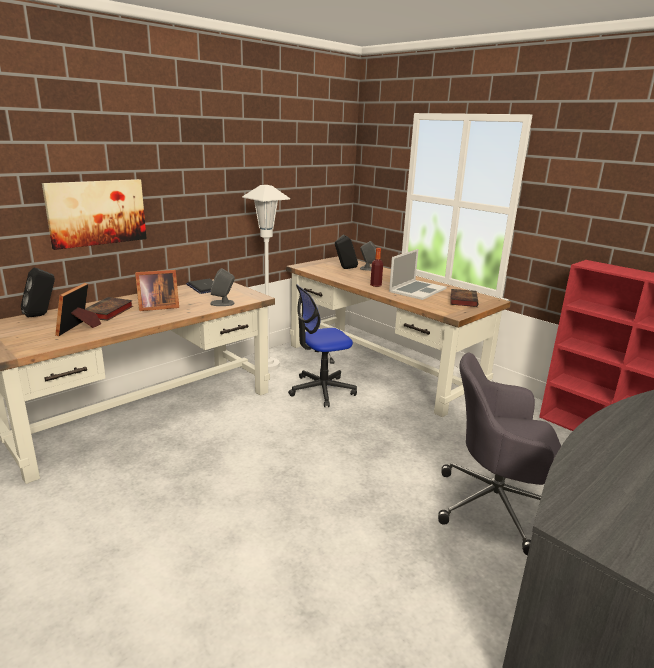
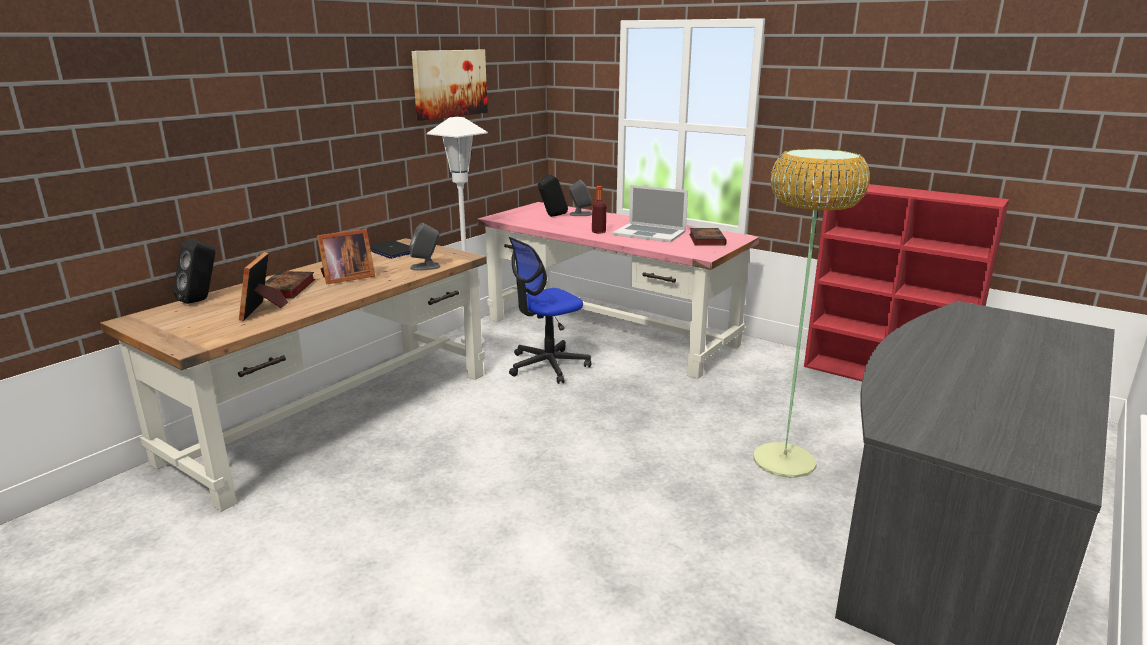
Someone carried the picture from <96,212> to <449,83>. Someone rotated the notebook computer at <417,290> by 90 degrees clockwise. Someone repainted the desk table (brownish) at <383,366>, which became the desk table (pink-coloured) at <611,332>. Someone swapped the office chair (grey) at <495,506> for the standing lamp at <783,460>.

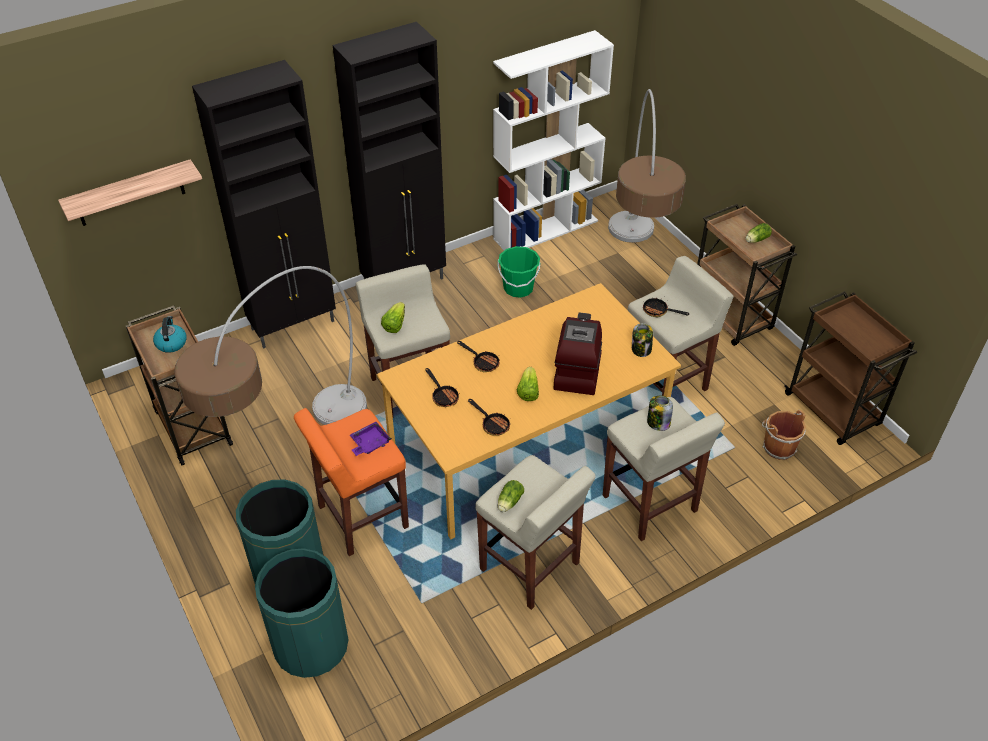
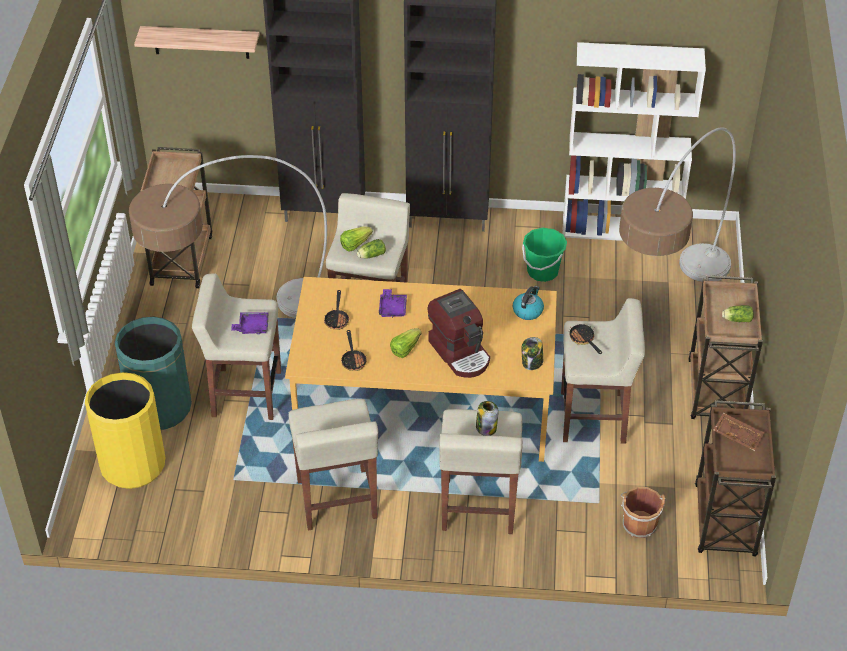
Someone rotated the coffee machine at <577,370> by 105 degrees clockwise. Someone carried the kettle from <171,343> to <528,310>. Someone swapped the frying pan at <482,362> for the tray (purple) at <392,308>. Someone repainted the stool seat (orange) at <361,517>, which became the stool seat (beige-coloured) at <245,393>. Someone carried the lettuce head from <509,502> to <370,255>. Someone repainted the waste bin (green-coloured) at <311,645>, which became the waste bin (yellowish) at <132,464>. Someone put down the tray (brownish) at <738,435>.

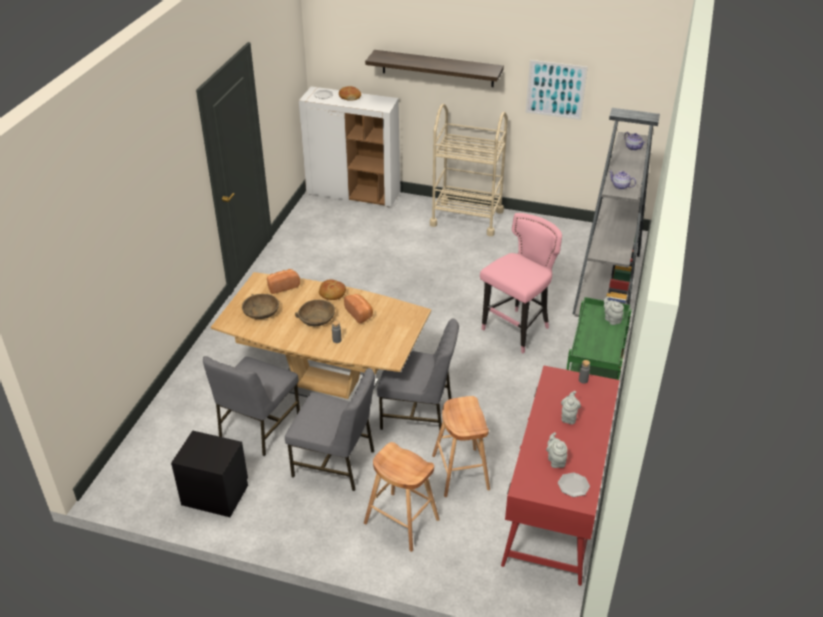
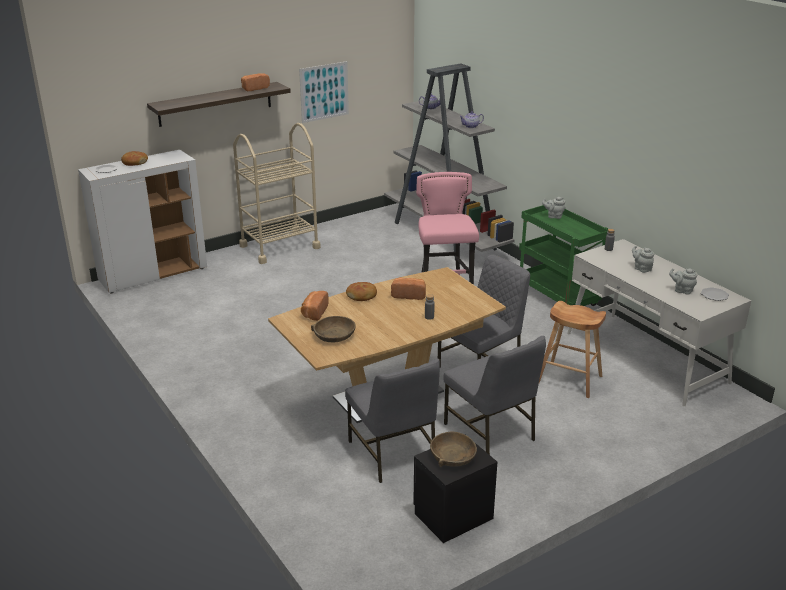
Someone carried the serving bowl (brownish) from <316,318> to <453,456>. Someone repainted the desk table (reddish) at <555,505>, which became the desk table (white-coloured) at <645,357>. Someone rotated the chair (grey) at <335,463> by 90 degrees clockwise. Someone took away the stool seat (brownish) at <402,521>. Someone put down the bread at <254,88>.

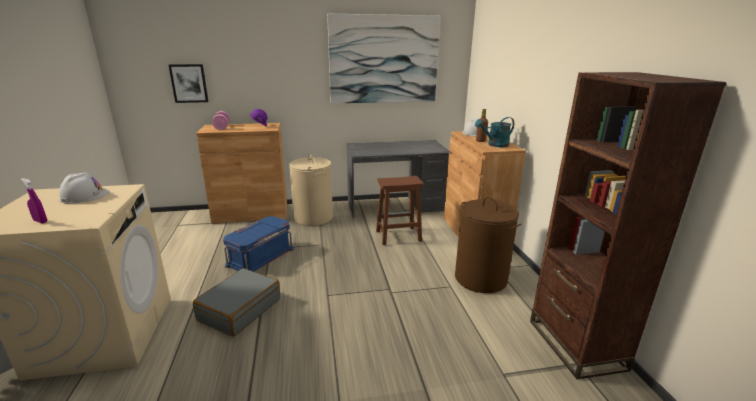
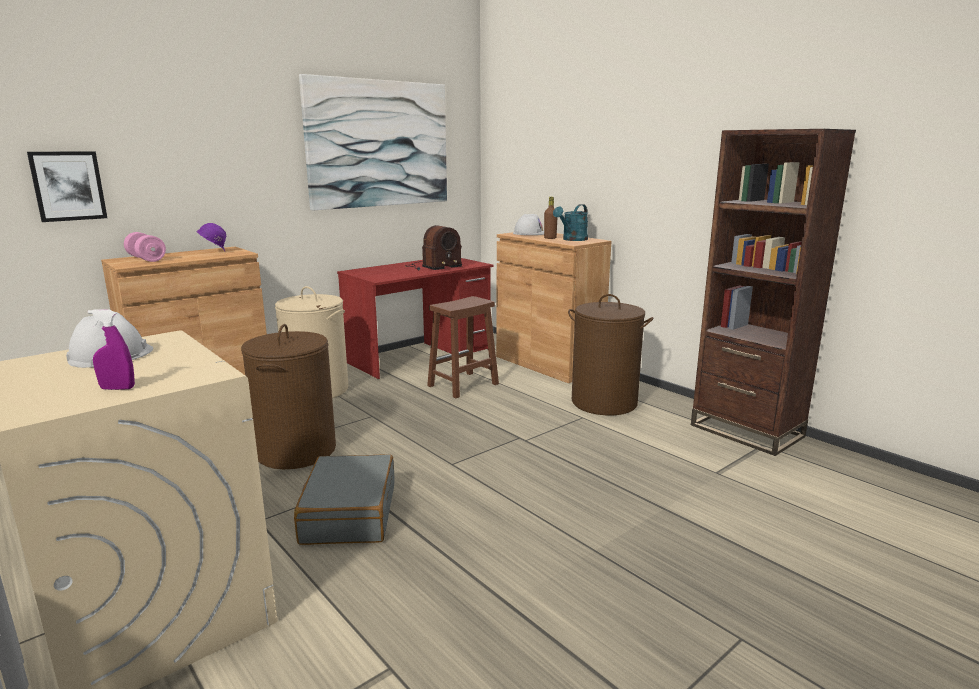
Someone repainted the desk table (grey) at <395,206>, which became the desk table (reddish) at <420,356>. Someone swapped the storage bin (bluish) at <260,257> for the washing basket (brownish) at <296,451>. Someone put down the radio set at <432,267>.

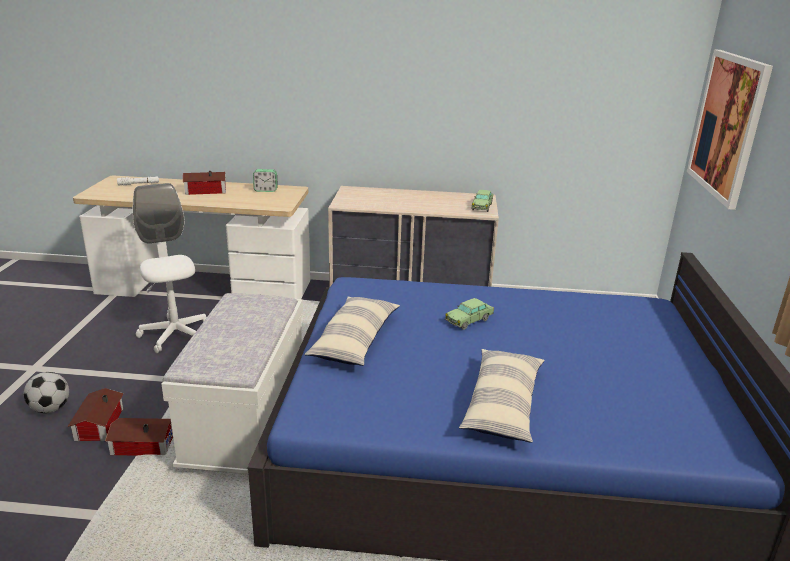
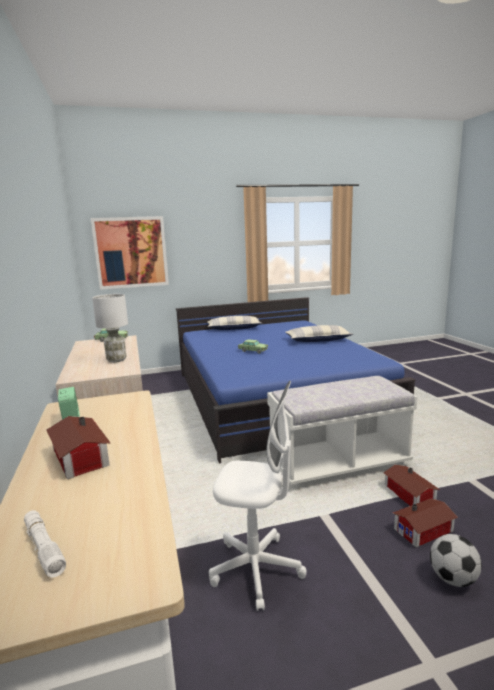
Someone rotated the office chair (white-coloured) at <175,334> by 120 degrees counterclockwise. Someone carried the cushion from <355,341> to <234,328>. Someone put down the table lamp (white-coloured) at <116,360>.

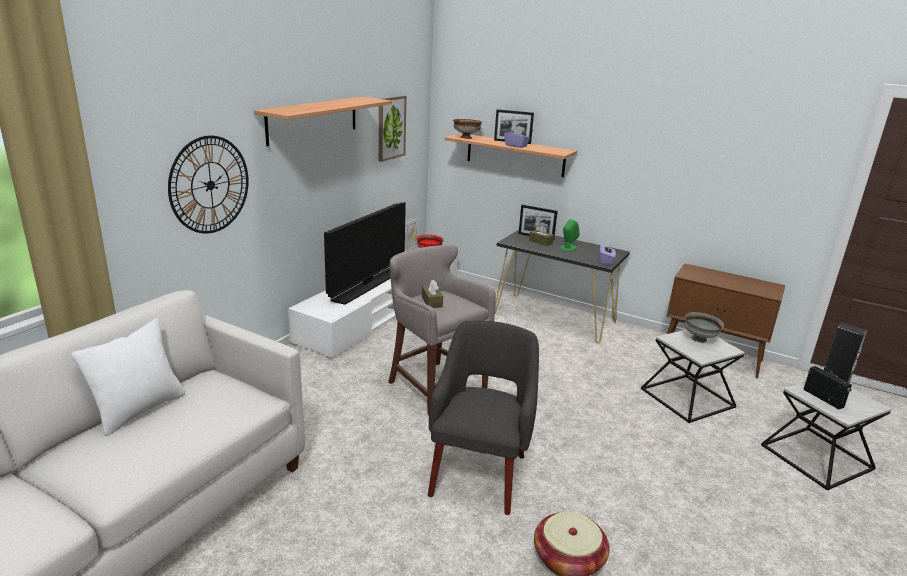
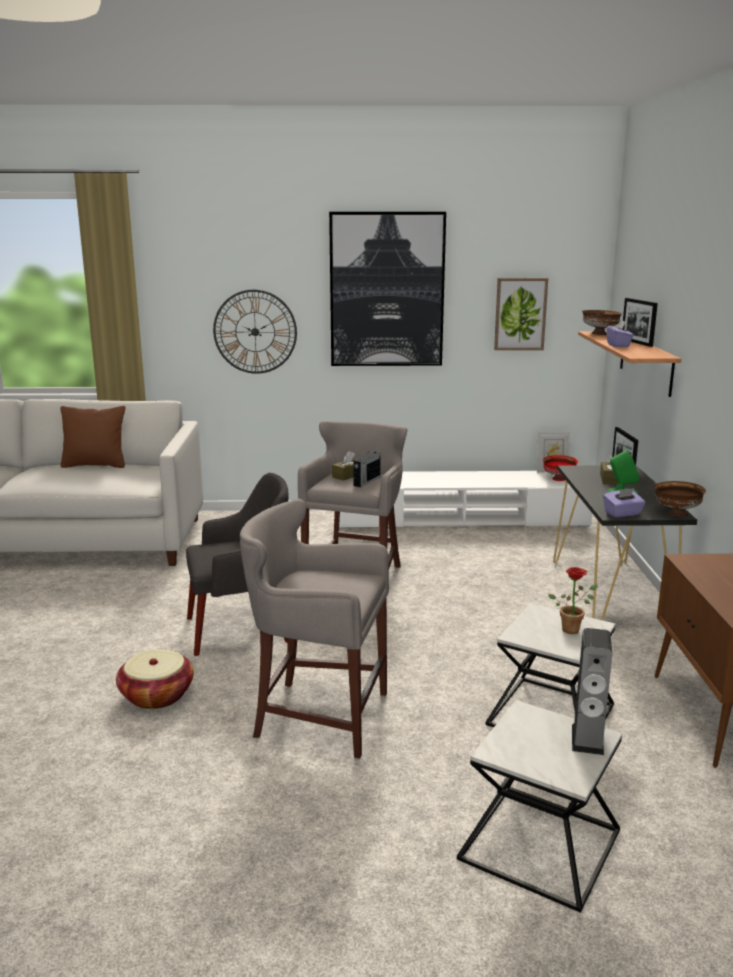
Someone swapped the bracket shelf at <313,120> for the picture at <387,290>. Someone took away the TV set at <368,285>. Someone swapped the serving bowl (grey) at <699,339> for the plant in a pot at <572,629>. Someone repainted the cushion (white-coloured) at <139,410>, which became the cushion (brownish) at <95,465>. Someone carried the radio set from <823,398> to <366,481>. Someone put down the serving bowl (brownish) at <676,514>. Someone put down the stool seat (grey) at <317,715>.

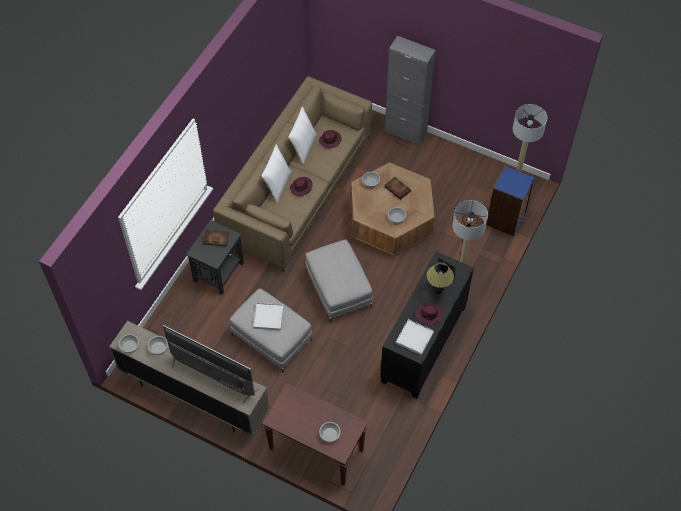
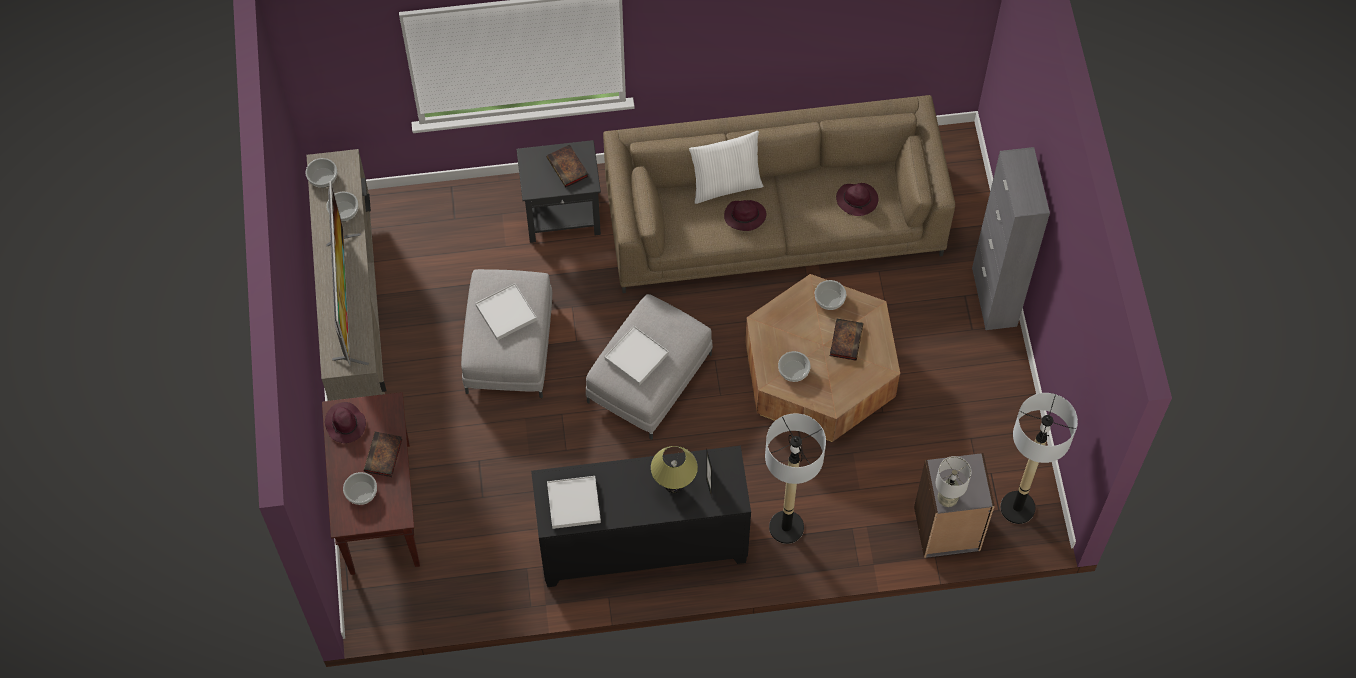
Someone took away the cushion (white-coloured) at <303,147>. Someone repainted the bookshelf (bluish) at <506,219>, which became the bookshelf (grey) at <947,529>. Someone carried the clothing hat (purple) from <429,314> to <346,424>. Someone put down the tray (white-coloured) at <636,356>. Someone put down the bound book at <383,456>. Someone put down the table lamp (grey) at <947,498>.

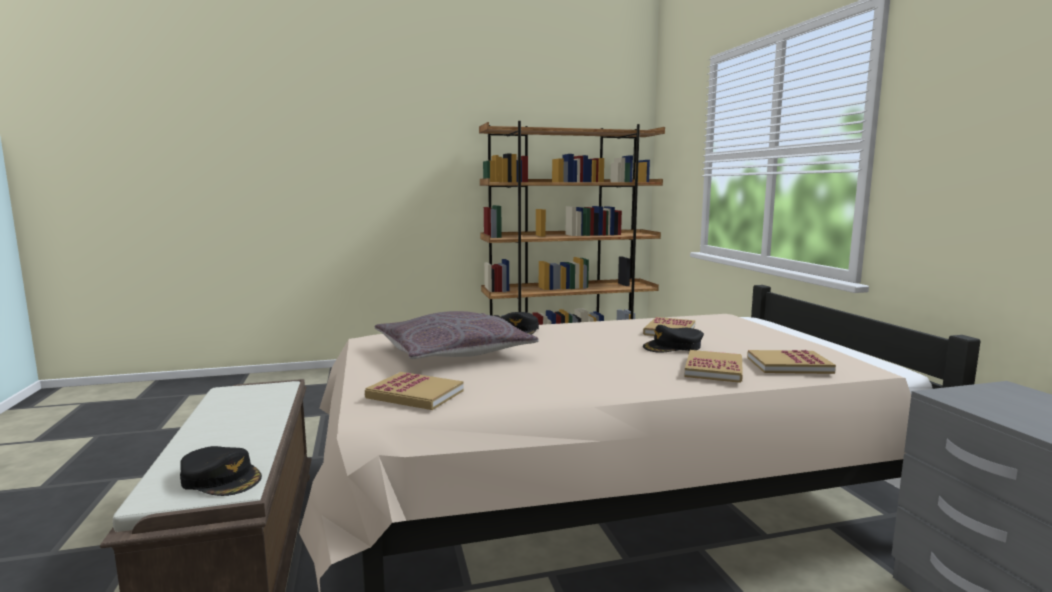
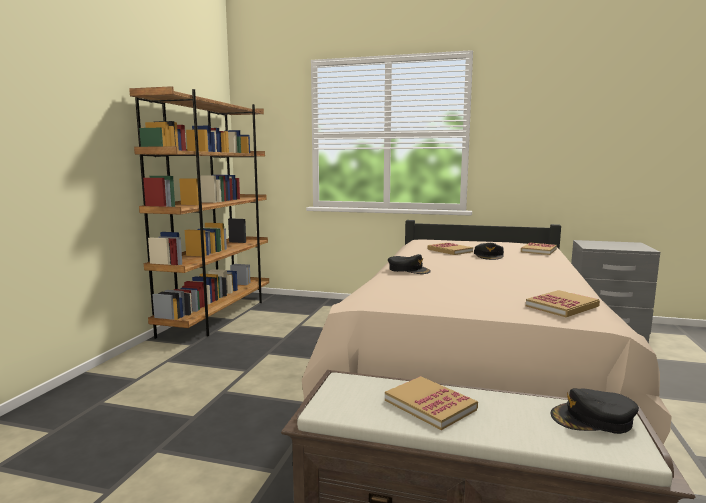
Someone took away the cushion (grey) at <453,352>. Someone carried the bound book from <714,369> to <430,405>. Someone rotated the peaked cap (black-coloured) at <221,478> by 150 degrees counterclockwise.

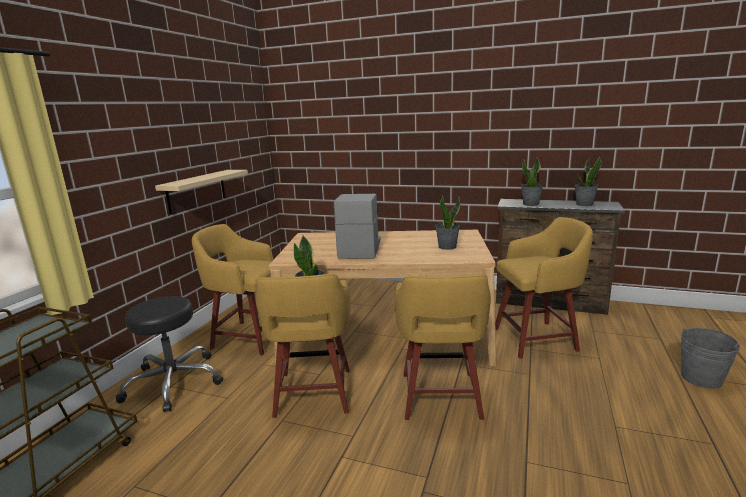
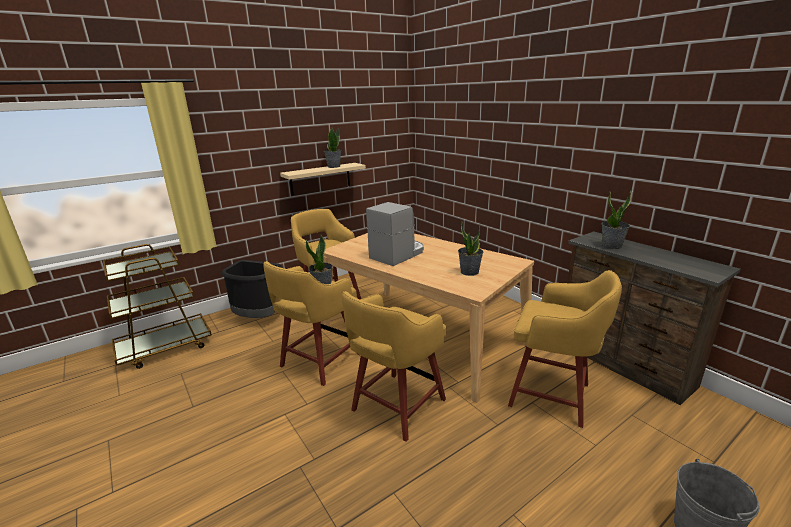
Someone carried the plant in a pot from <584,204> to <333,166>. Someone swapped the stool seat (black-coloured) at <173,382> for the waste bin (black-coloured) at <259,318>.

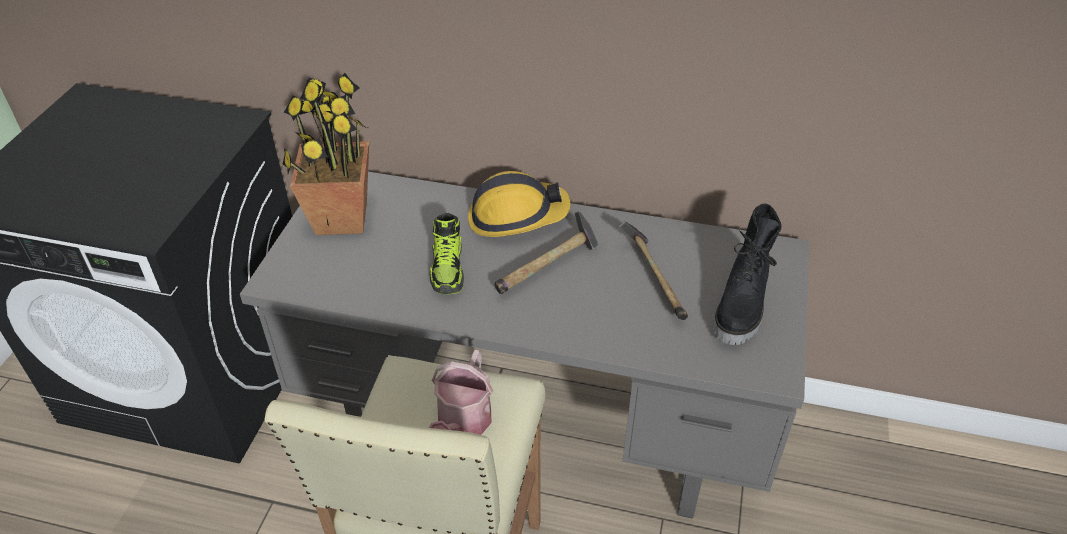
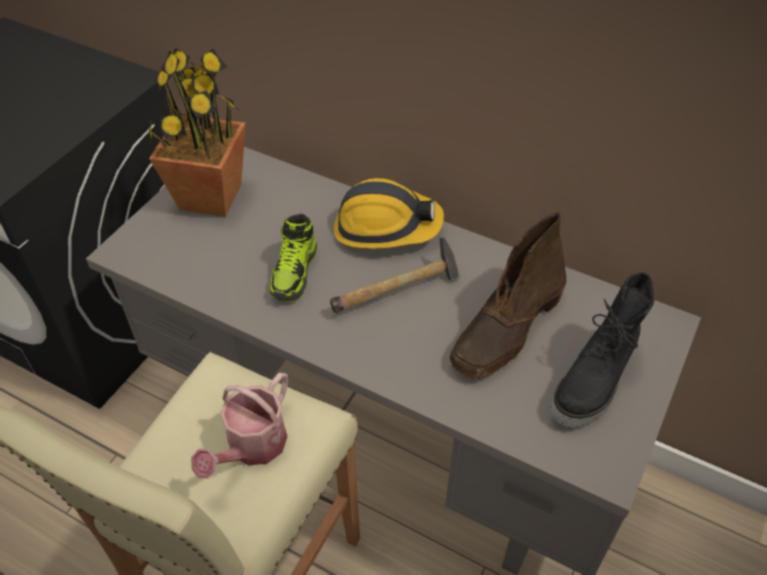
Someone swapped the hammer at <654,280> for the tall boot (brownish) at <507,329>.

